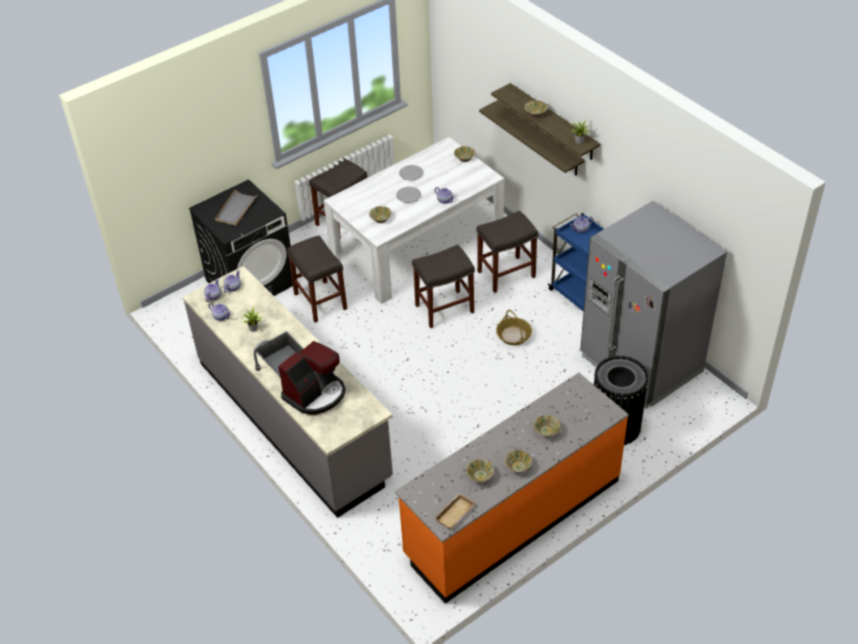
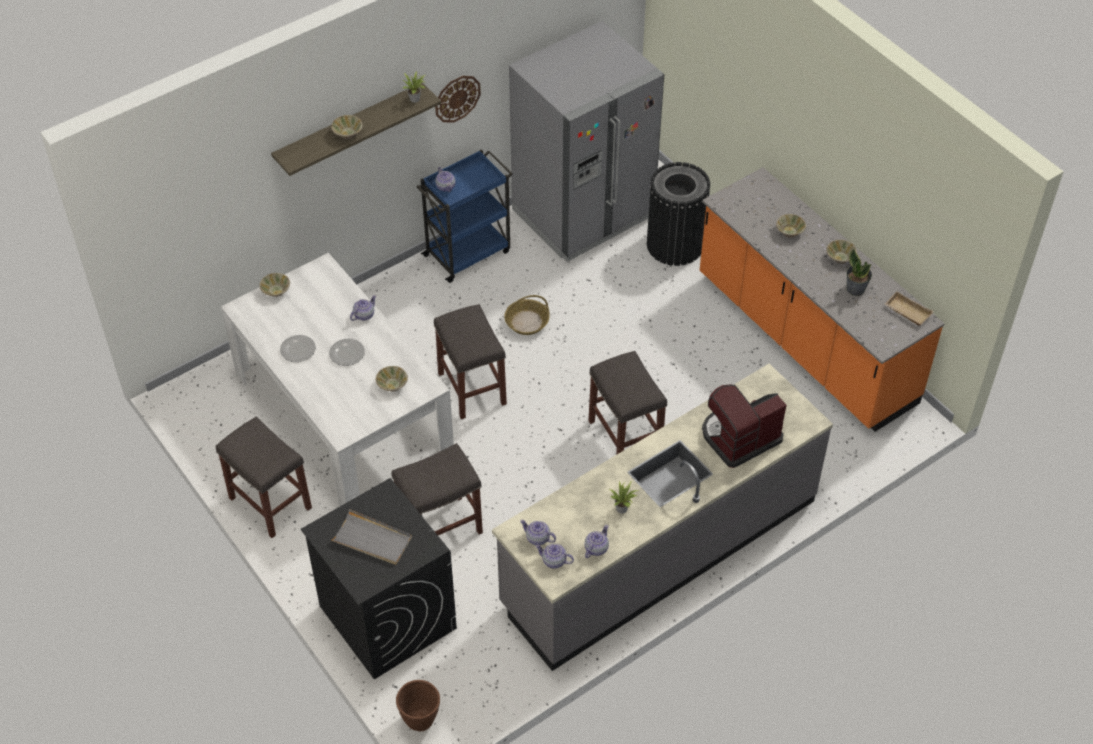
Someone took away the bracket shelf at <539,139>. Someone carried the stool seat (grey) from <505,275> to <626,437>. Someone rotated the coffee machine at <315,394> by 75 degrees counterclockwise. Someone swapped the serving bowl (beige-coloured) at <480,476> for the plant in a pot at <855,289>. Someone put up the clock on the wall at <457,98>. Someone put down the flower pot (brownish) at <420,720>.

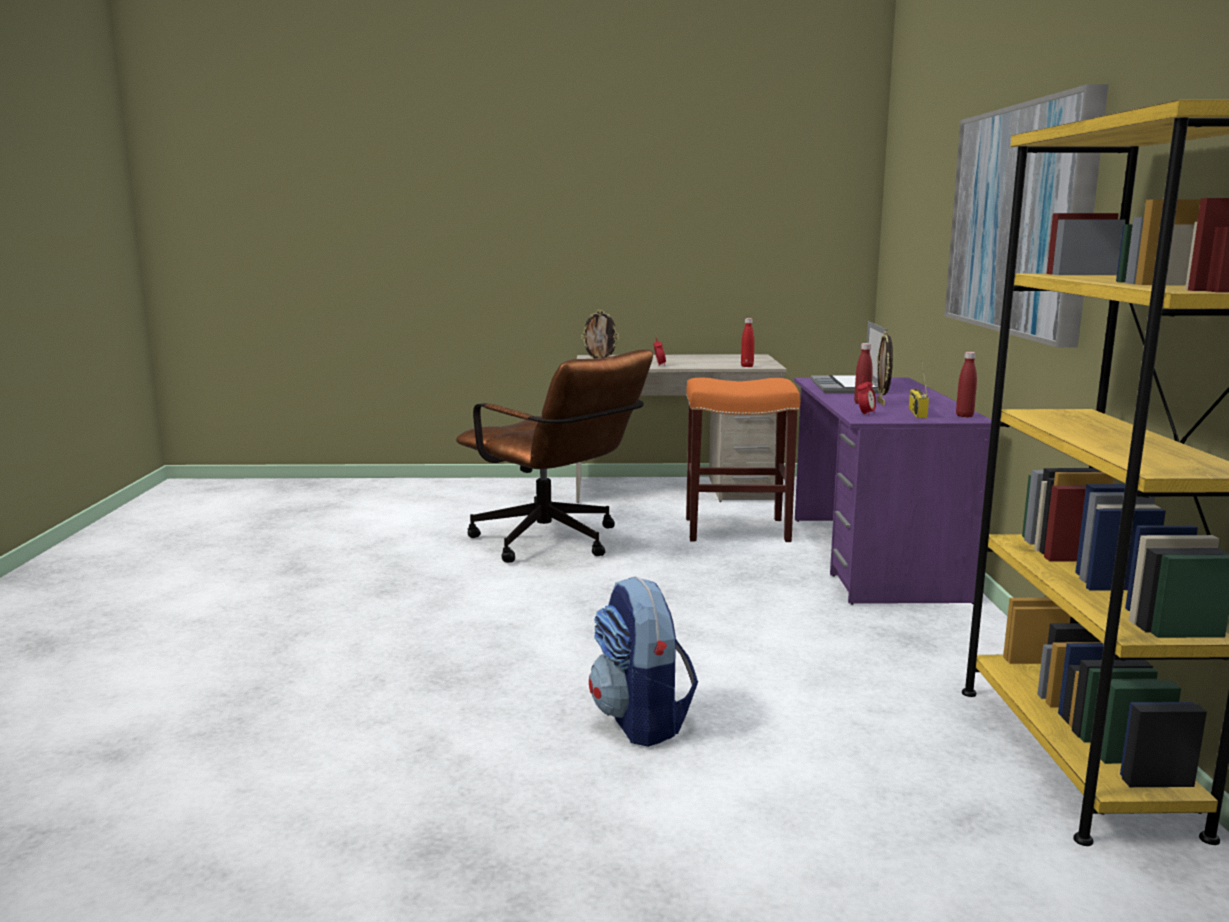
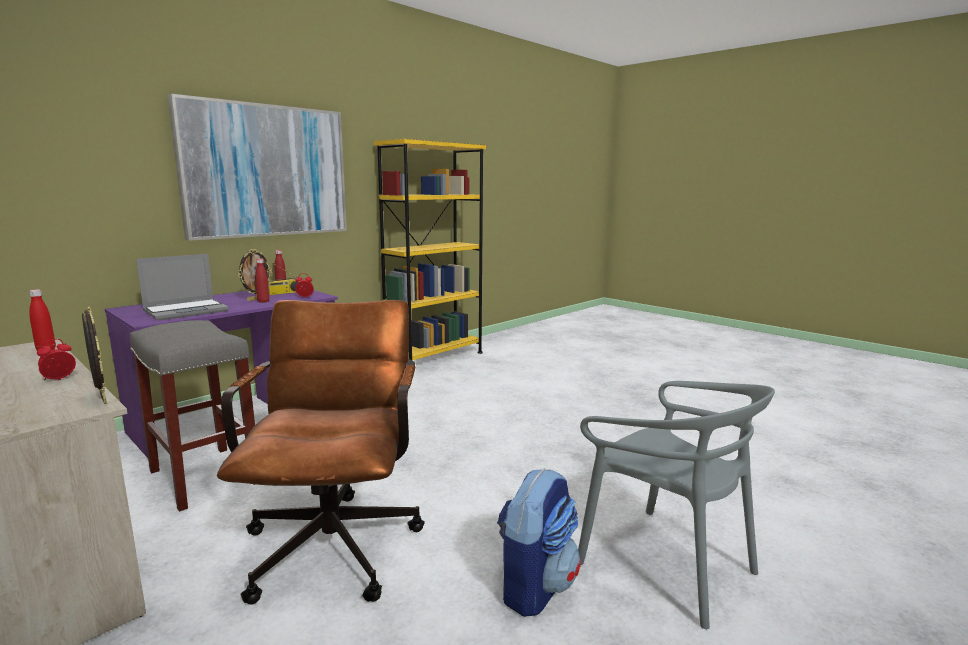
Someone repainted the stool seat (orange) at <735,530>, which became the stool seat (grey) at <206,477>. Someone carried the rucksack from <641,720> to <535,586>. Someone put down the chair (grey) at <666,563>.

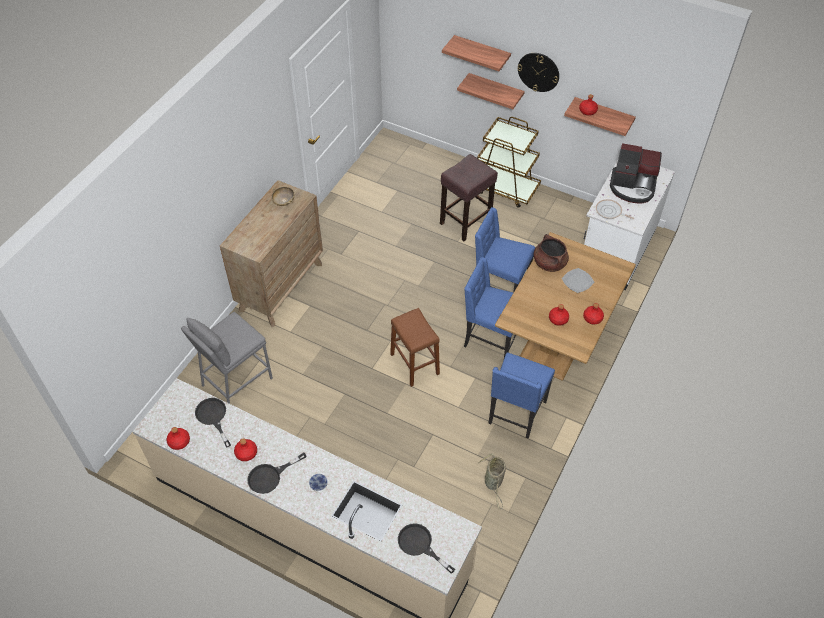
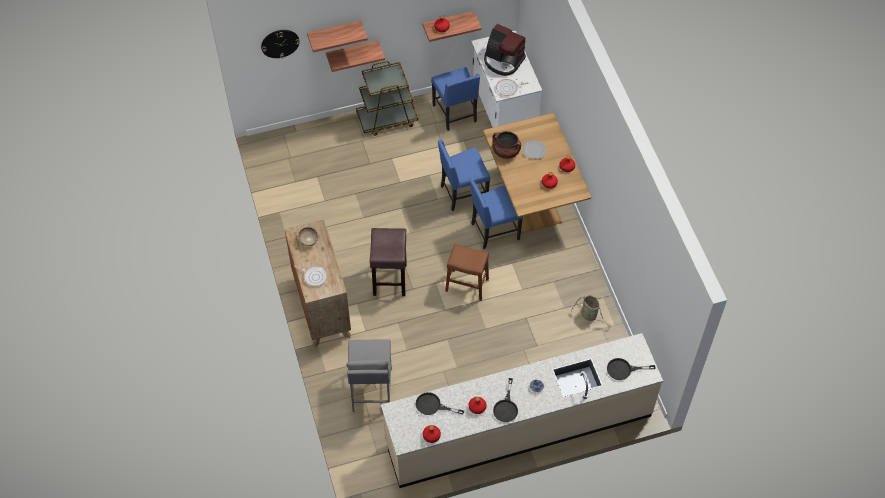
Someone carried the clock on the wall from <538,72> to <280,43>. Someone rotated the coffee machine at <632,187> by 60 degrees clockwise. Someone carried the stool seat (brownish) from <466,221> to <390,279>. Someone carried the chair (bluish) from <516,413> to <455,114>. Someone put down the frying pan at <314,276>.

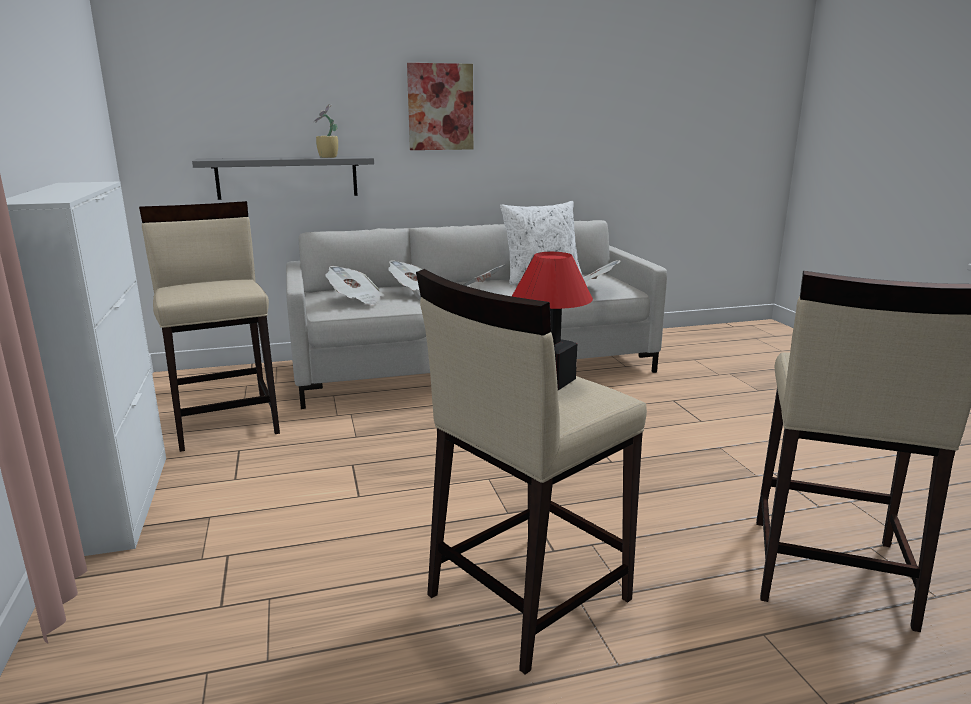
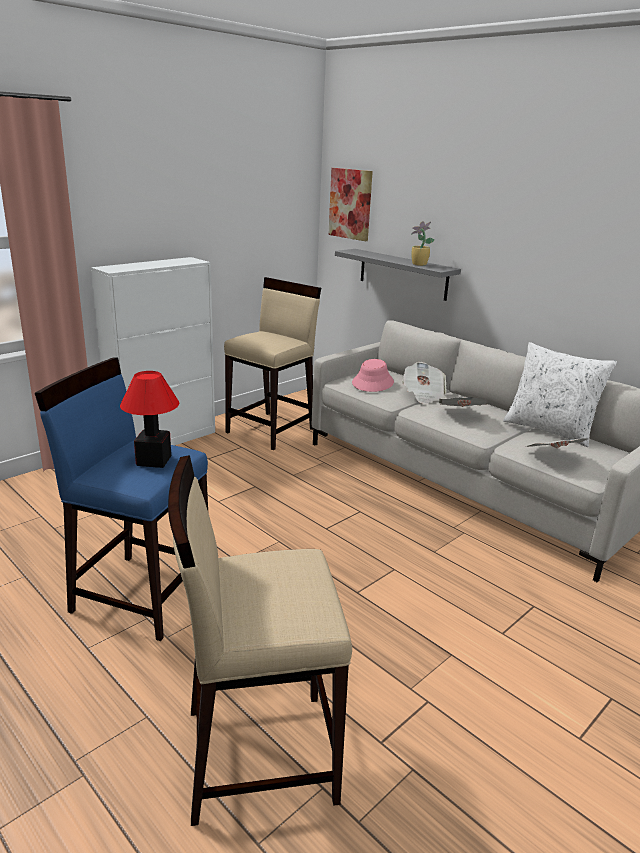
Someone carried the picture from <440,107> to <350,204>. Someone swapped the printed paper at <356,300> for the clothing hat (pink-coloured) at <373,383>. Someone repainted the stool seat (beige-coloured) at <526,597>, which became the stool seat (bluish) at <141,594>.

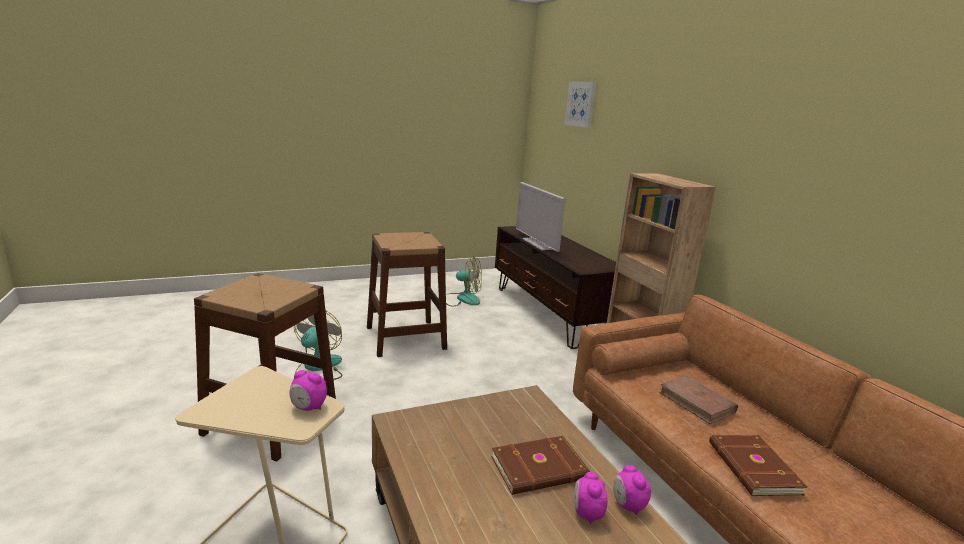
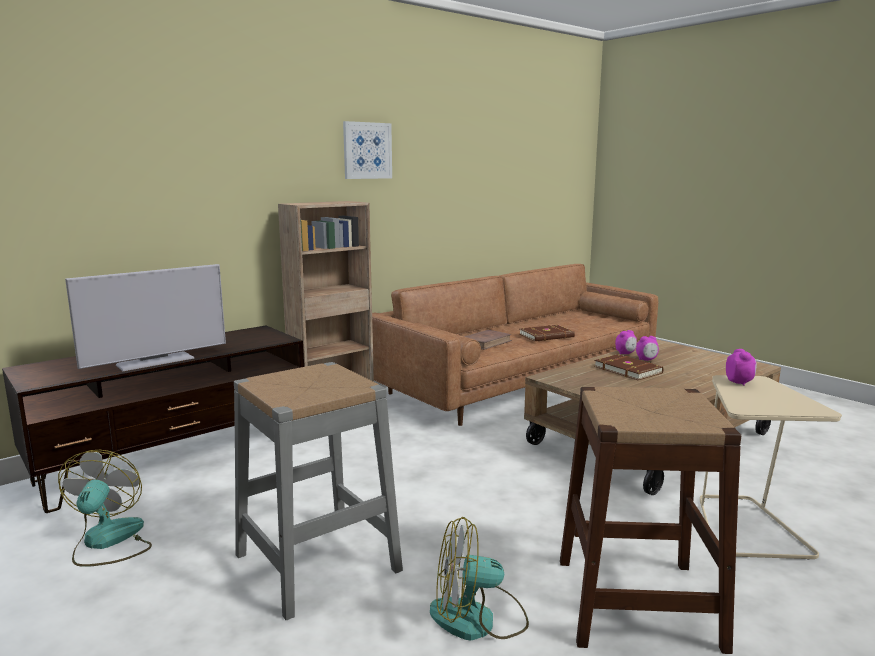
Someone carried the picture from <581,104> to <367,150>. Someone repainted the stool seat (brownish) at <405,337>, which became the stool seat (grey) at <317,562>.

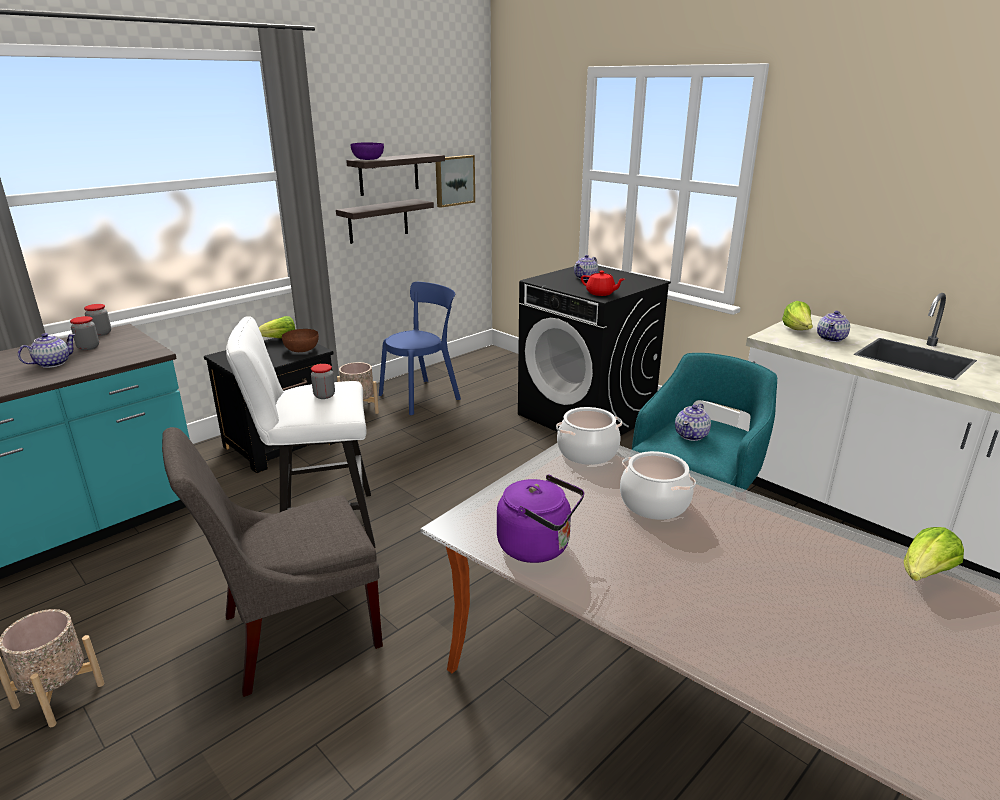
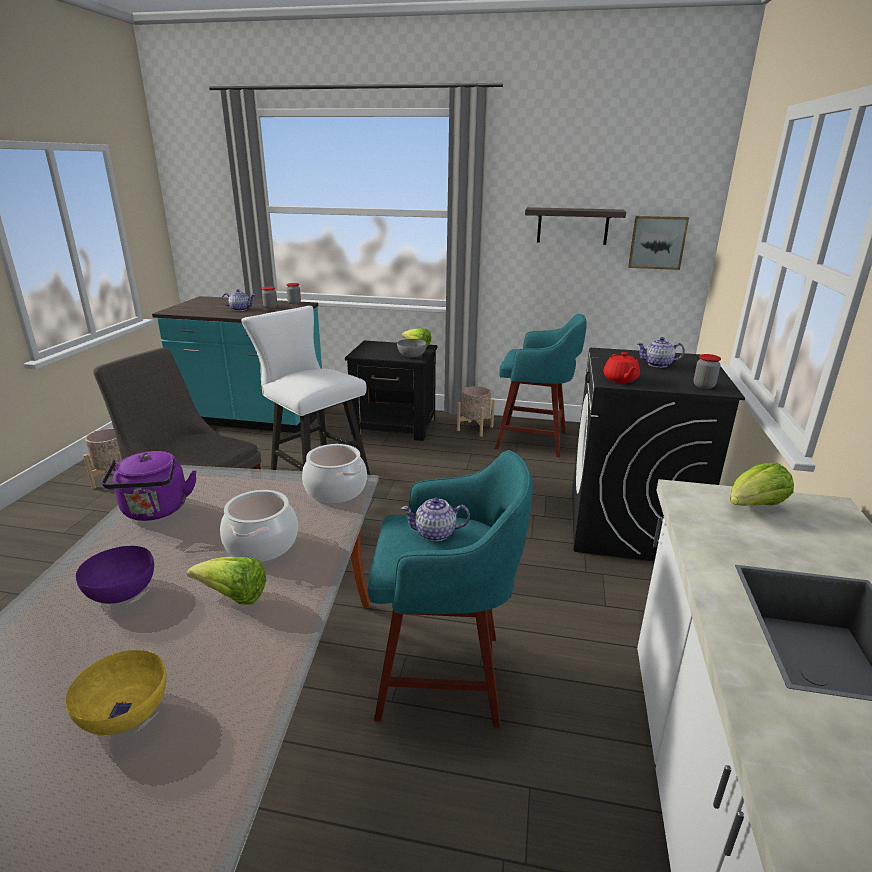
Someone carried the serving bowl (purple) from <367,159> to <121,590>. Someone took away the bracket shelf at <378,221>. Someone swapped the chair (bluish) at <422,396> for the stool seat (blue-green) at <534,440>. Someone took away the teapot at <831,338>. Someone repainted the serving bowl (brownish) at <302,350>, which became the serving bowl (grey) at <411,355>. Someone carried the jar from <324,395> to <703,386>. Someone carried the lettuce head from <925,575> to <233,597>. Someone put down the serving bowl (yellowish) at <125,712>.

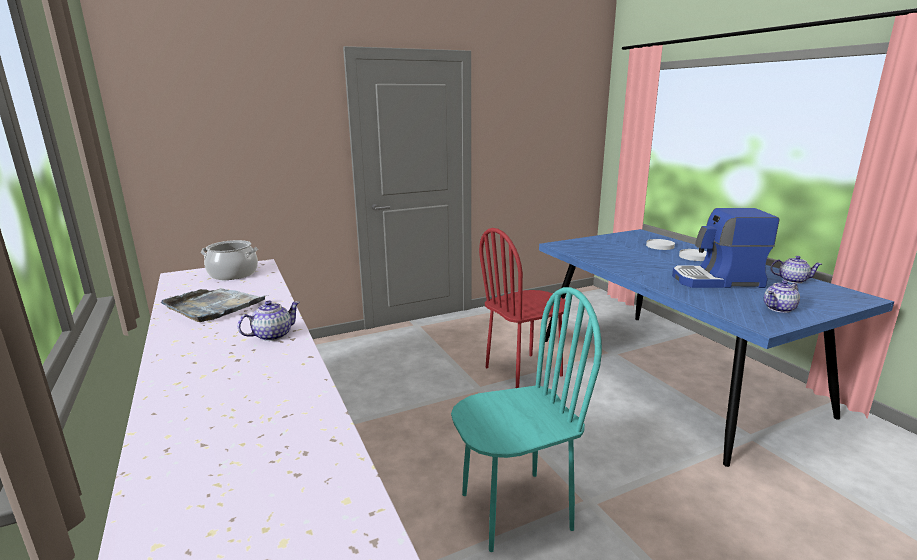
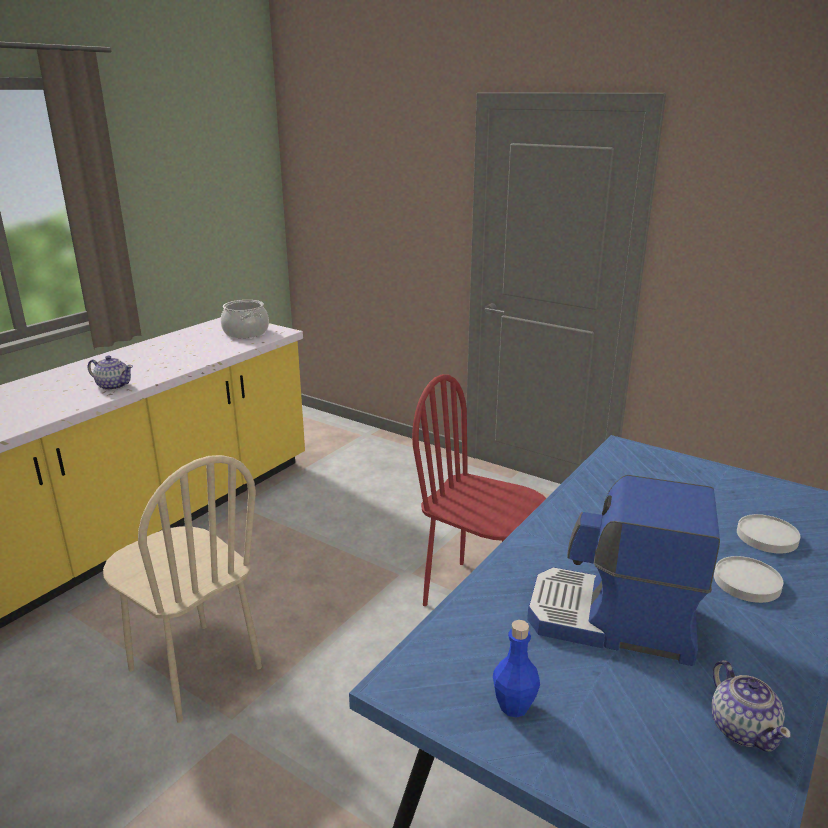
Someone rotated the coffee machine at <717,280> by 45 degrees counterclockwise. Someone swapped the teapot at <780,308> for the drink bottle (bluish) at <514,706>. Someone repainted the chair (blue-green) at <515,510>, which became the chair (beige-coloured) at <194,669>. Someone took away the tray (grey) at <214,306>.

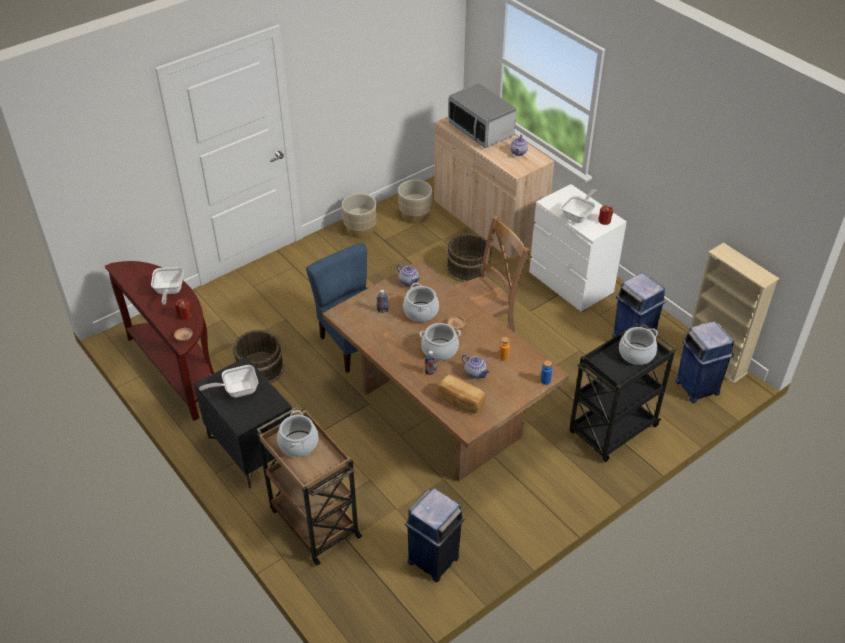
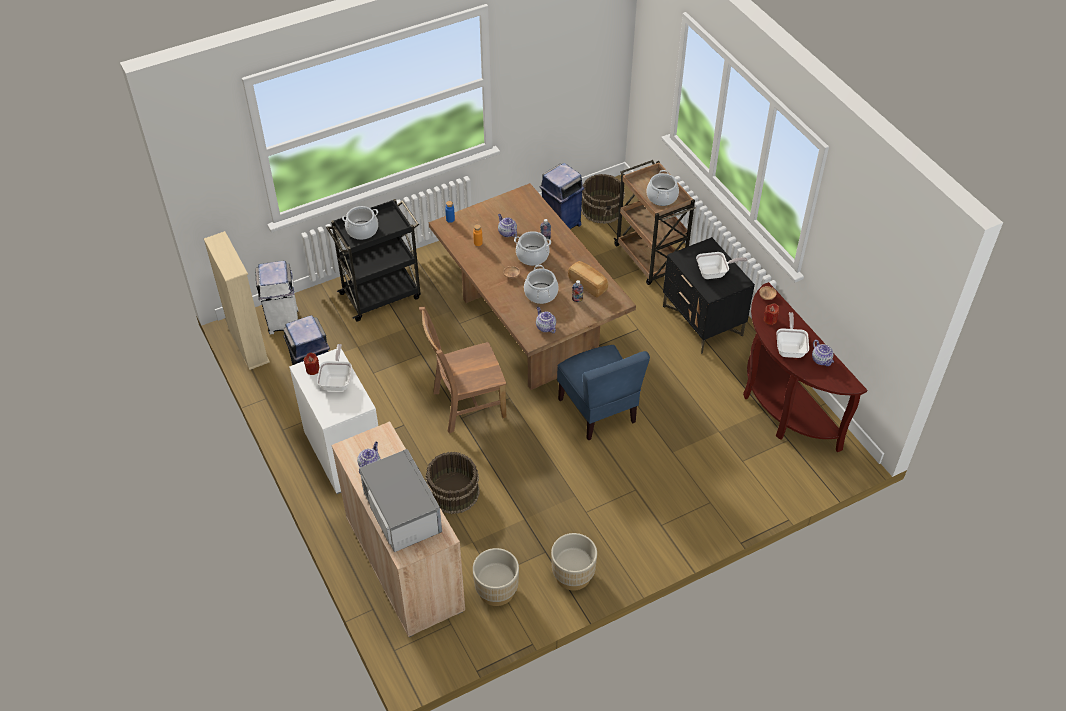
Someone rotated the frying pan at <578,215> by 135 degrees clockwise. Someone repainted the waste bin (bluish) at <696,387>, which became the waste bin (white-coloured) at <283,322>. Someone carried the bucket (brownish) from <259,368> to <602,208>. Someone carried the bread from <460,401> to <588,284>. Someone put down the teapot at <821,360>.

